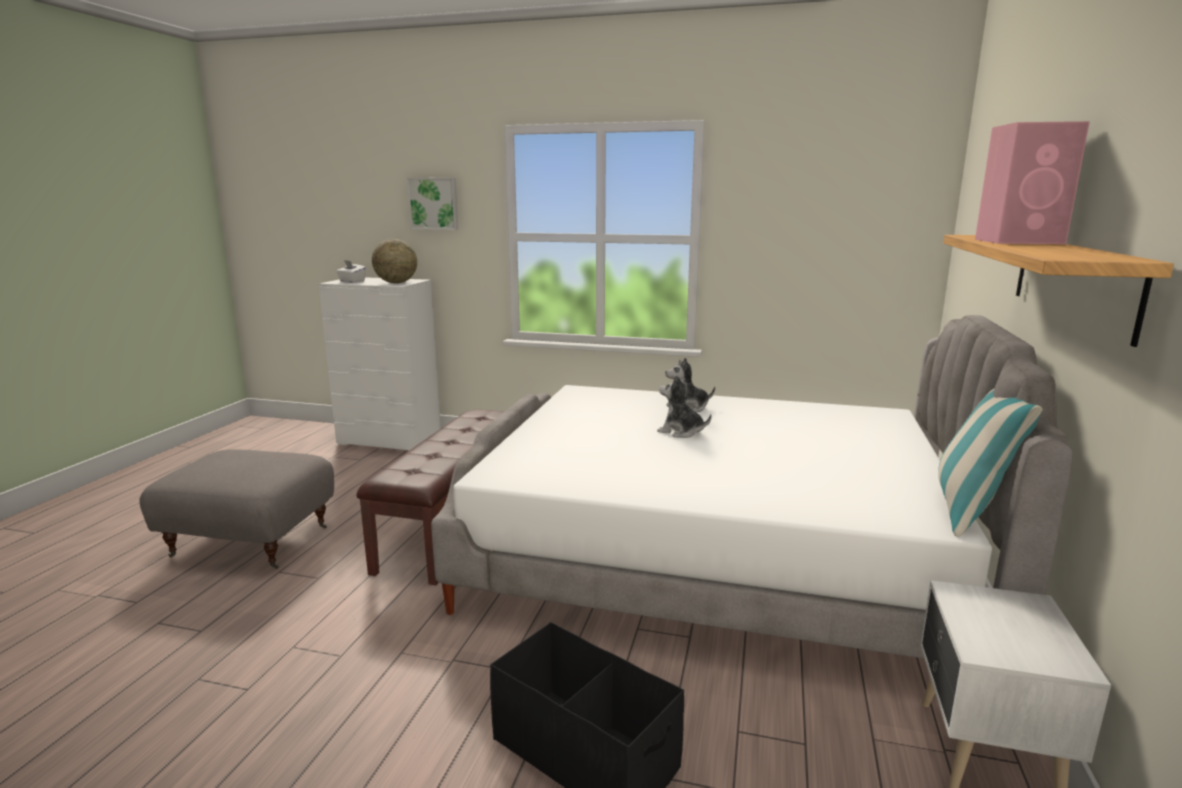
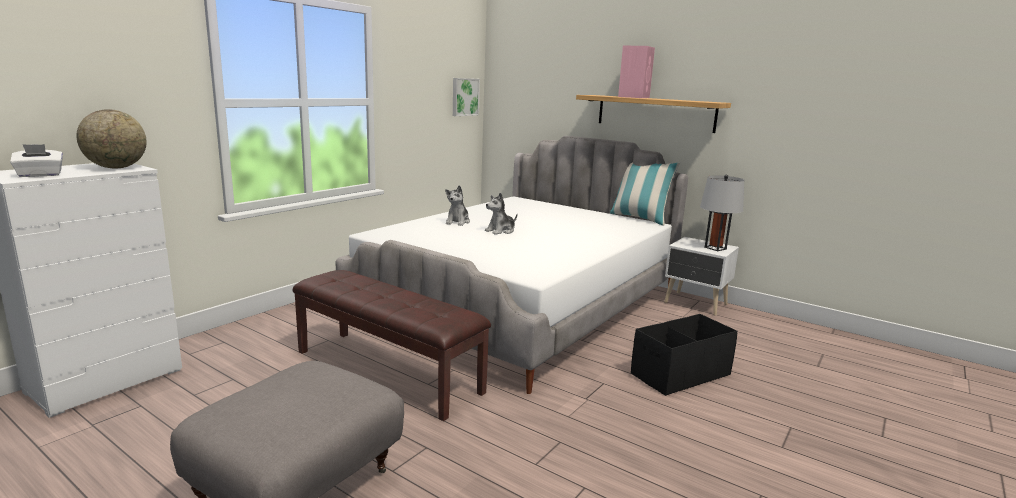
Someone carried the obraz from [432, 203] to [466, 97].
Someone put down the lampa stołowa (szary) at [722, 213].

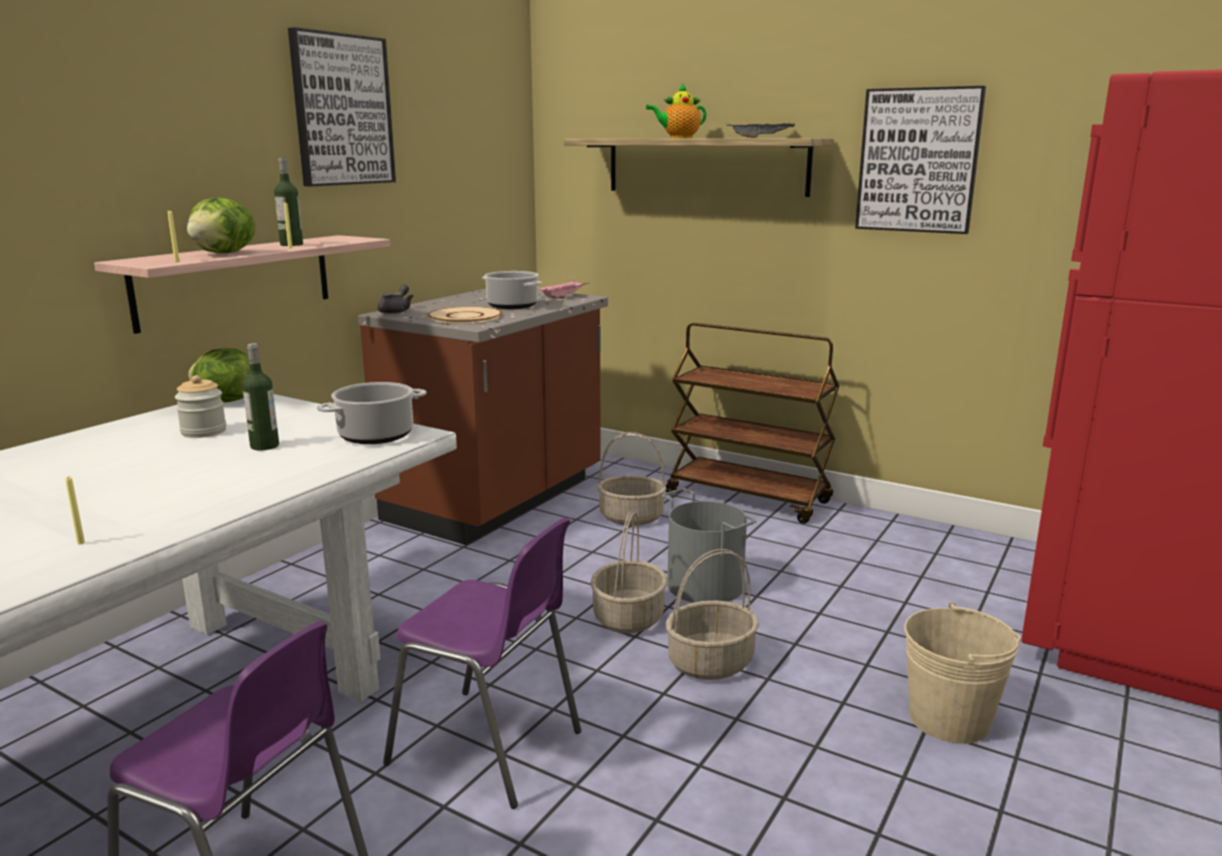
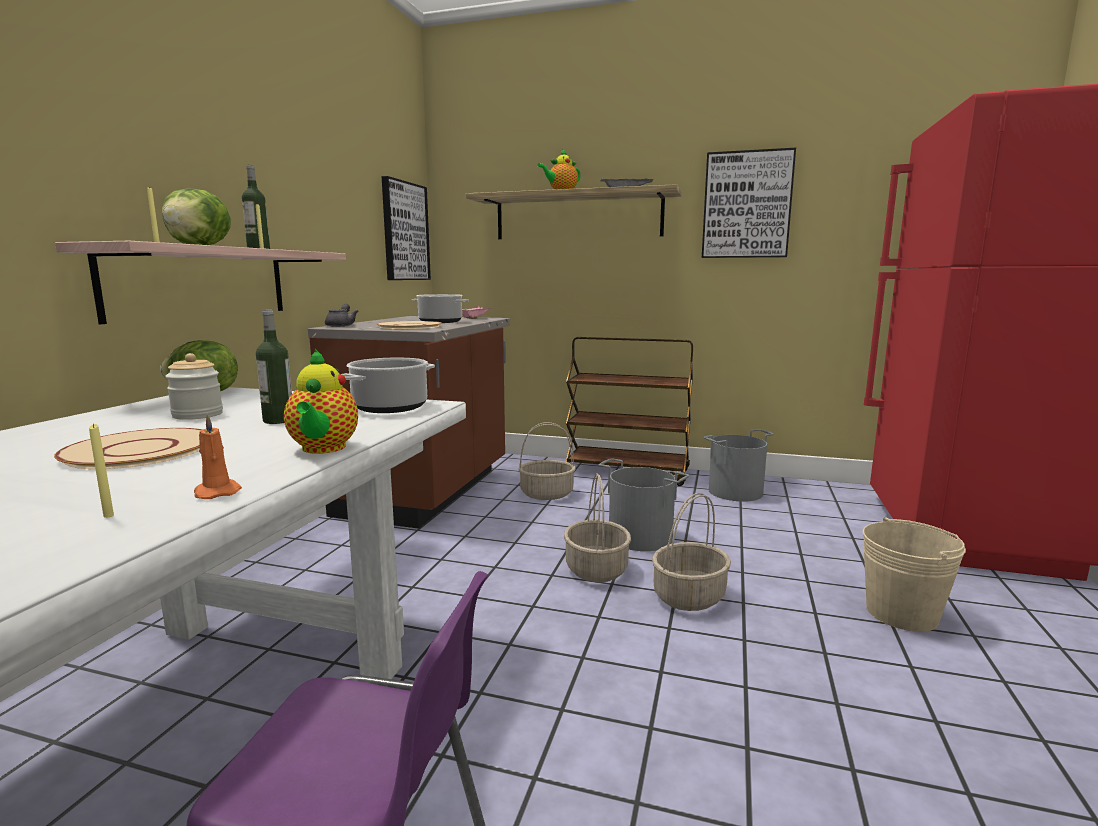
Someone put down the talerz (beżowy) at [128, 448].
Someone put down the świeca (pomarańczowy) at [218, 456].
Someone put down the imbryk at [321, 401].
Someone carried the obraz from [342, 107] to [406, 228].
Someone put down the wiadro (szary) at [739, 465].
Someone took away the krzesło (fioletowy) at [482, 663].

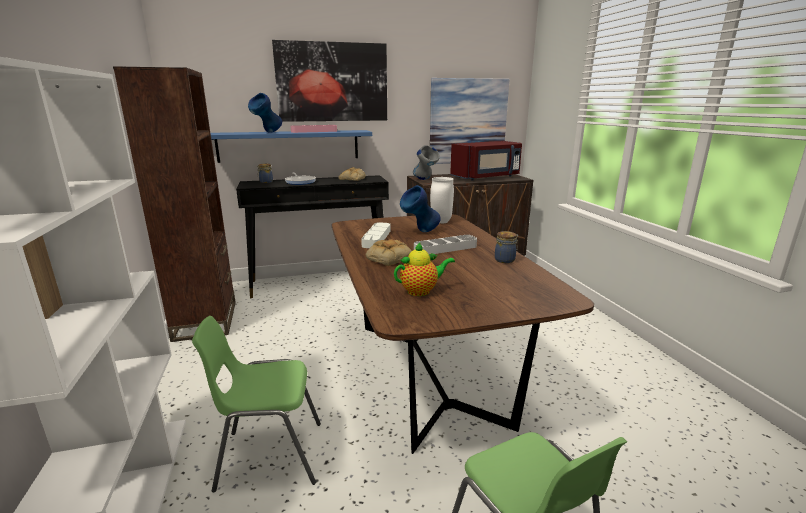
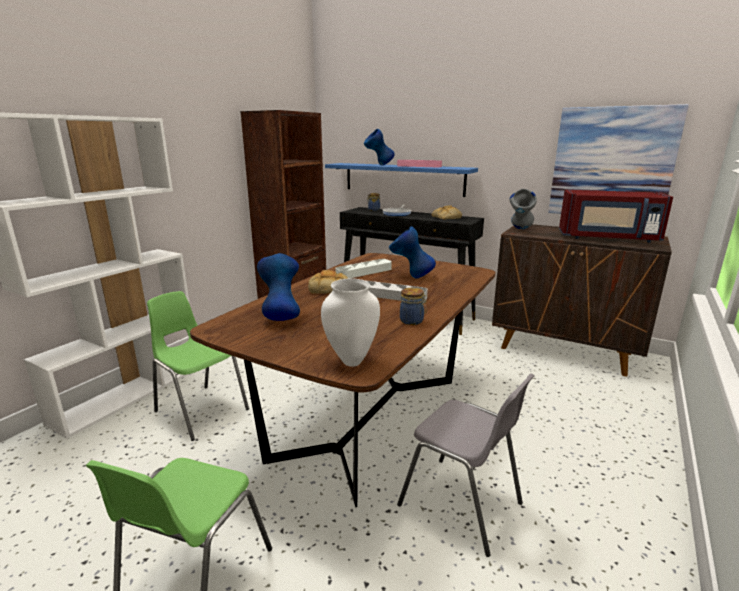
Someone swapped the imbryk at [424, 269] for the wazon (niebieski) at [278, 287].
Someone carried the wazon (biały) from [442, 200] to [350, 323].
Someone put down the krzesło (szary) at [466, 465].
Someone took away the obraz at [329, 81].

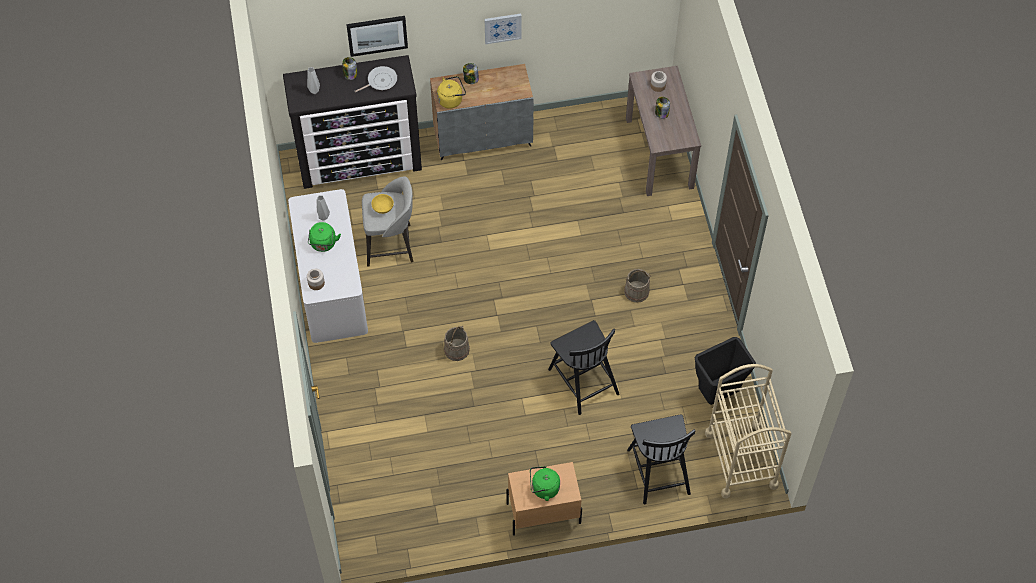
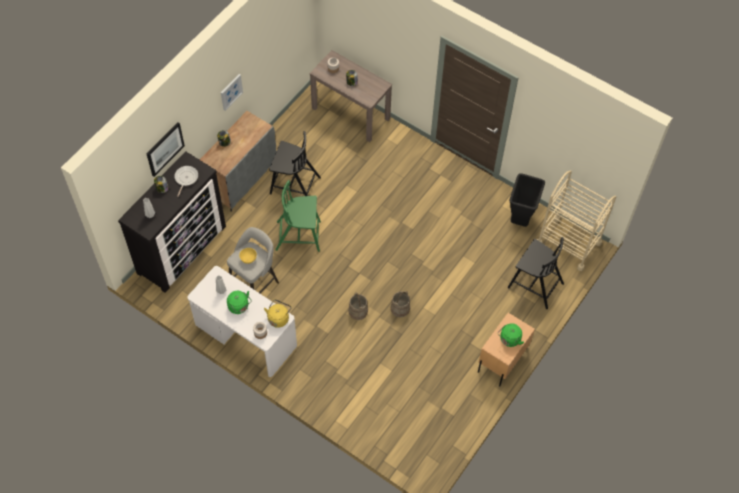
Someone carried the czajnik (żółty) from [451, 92] to [278, 313].
Someone carried the krzesło (czarny) from [583, 367] to [295, 163].
Someone put down the krzesło (zielony) at [298, 216].
Someone carried the wiadro (beżowy) from [638, 286] to [400, 304].

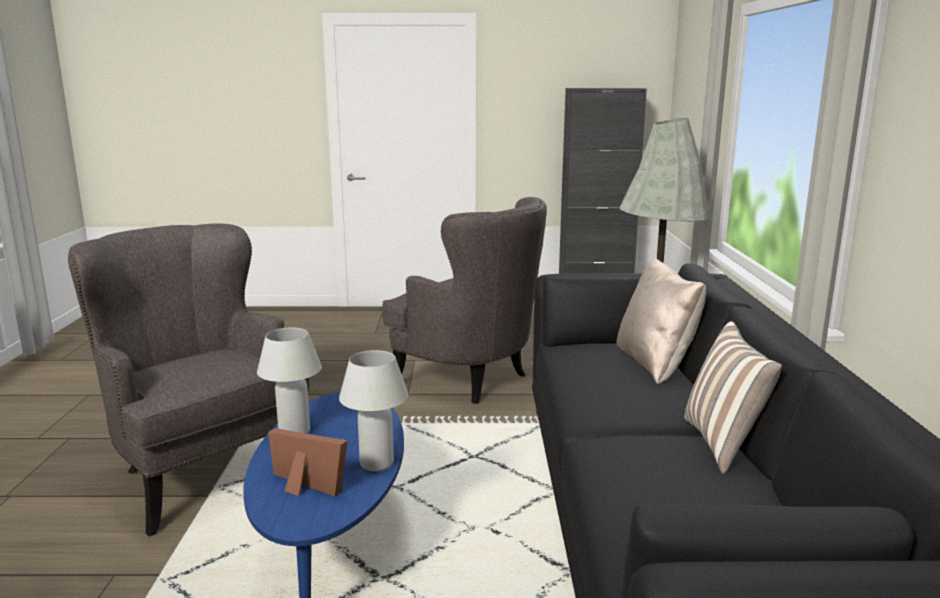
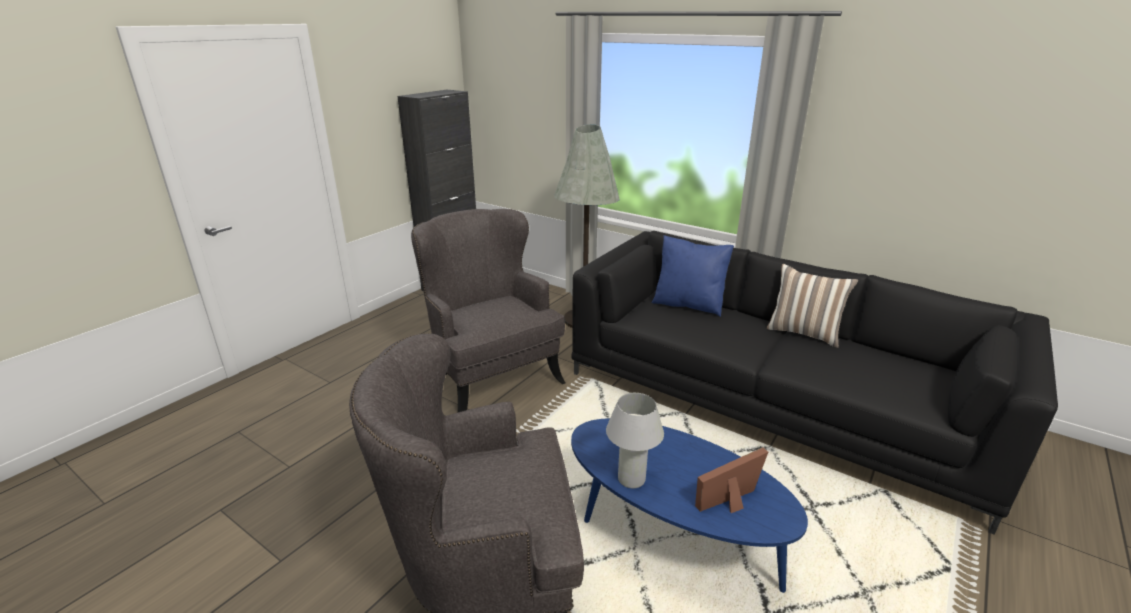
Someone rotated the fotel (szary) at [464, 300] by 105 degrees counterclockwise.
Someone repainted the poduszka (beżowy) at [661, 321], which became the poduszka (niebieski) at [693, 276].
Someone took away the lampa stołowa (biały) at [374, 410].

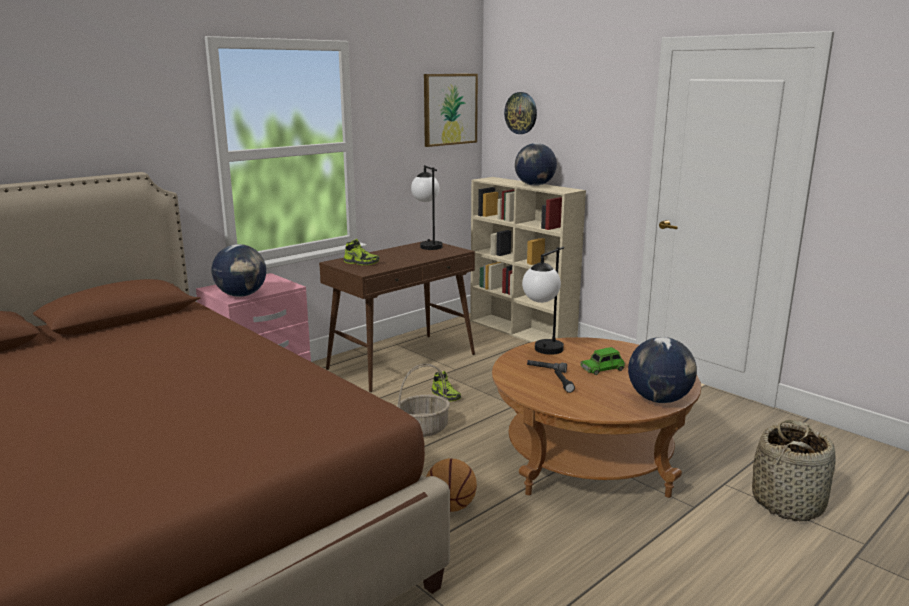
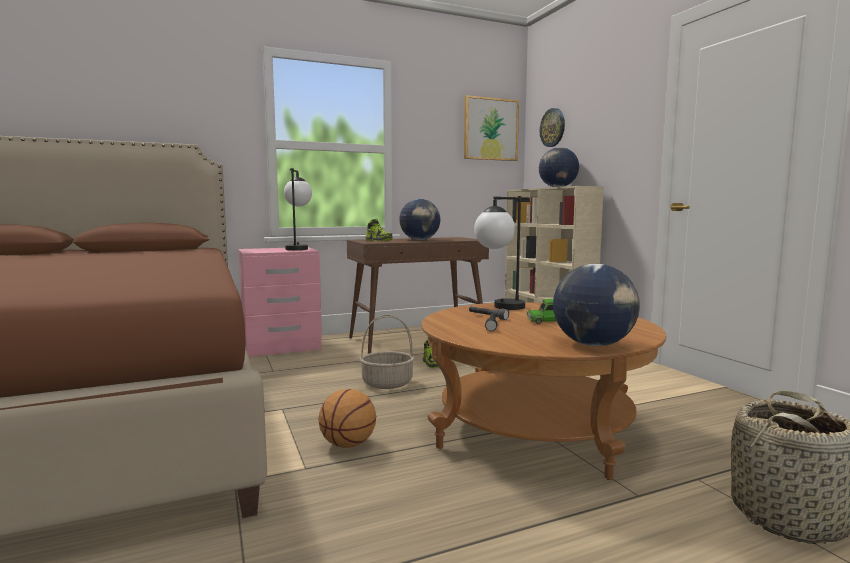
Someone carried the lampa stołowa from [426, 207] to [298, 209].
Someone carried the globus from [239, 270] to [419, 219].

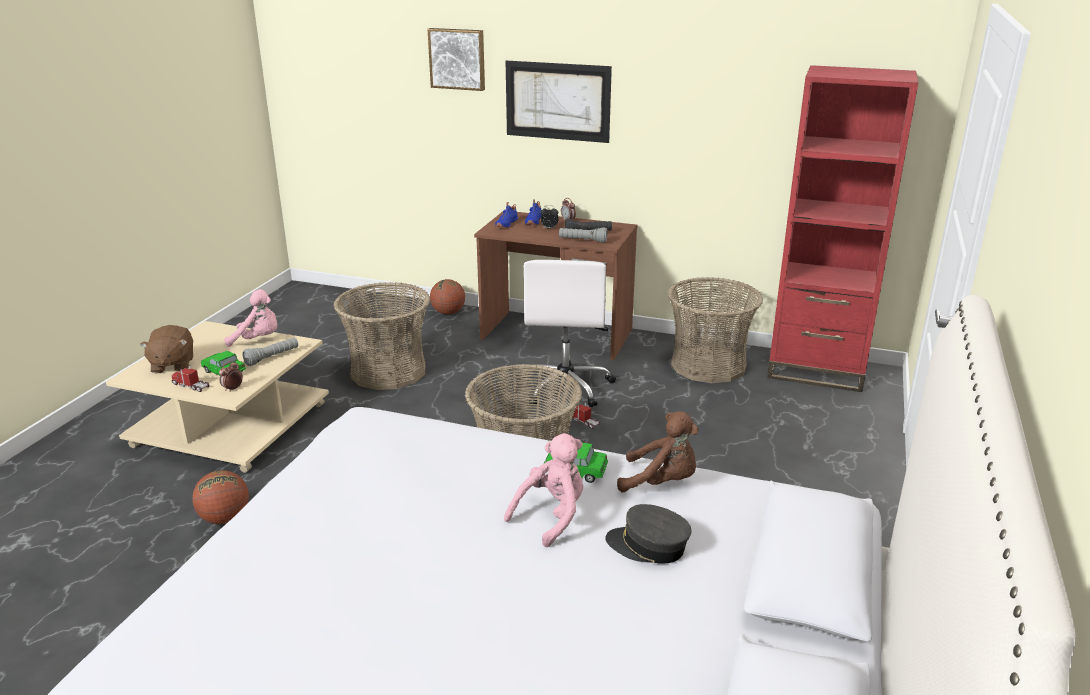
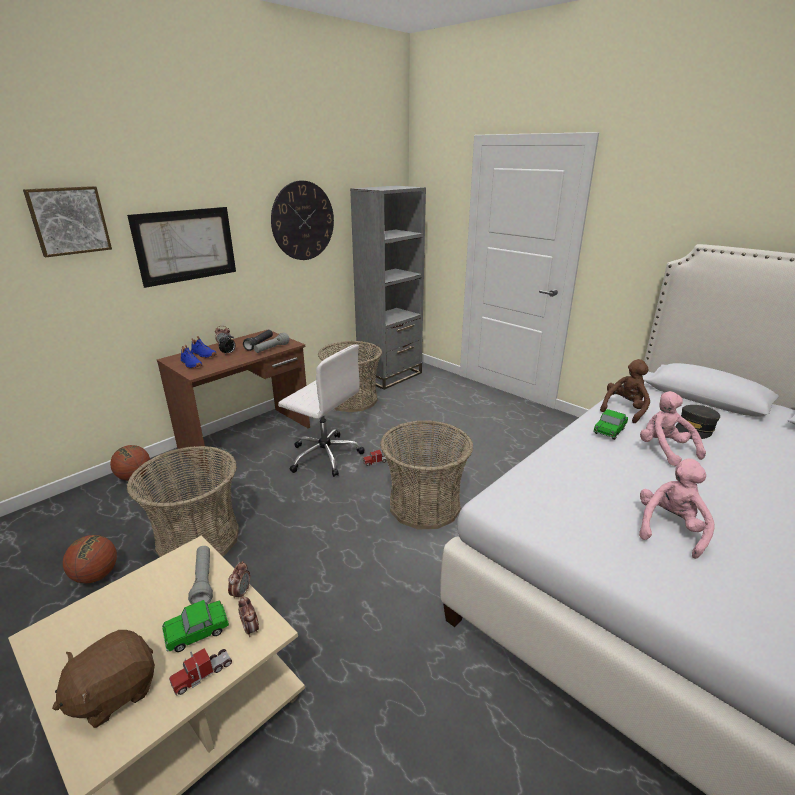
Someone rotated the pluszak (brązowy) at [166, 349] by 120 degrees clockwise.
Someone carried the piłka do koszykówki from [220, 497] to [90, 559].
Someone put down the budzik at [239, 580].
Someone put up the zegar ścienny at [302, 220].
Someone repainted the regał (czerwony) at [842, 228], which became the regał (szary) at [388, 288].
Someone carried the pluszak (różowy) from [250, 318] to [677, 508].

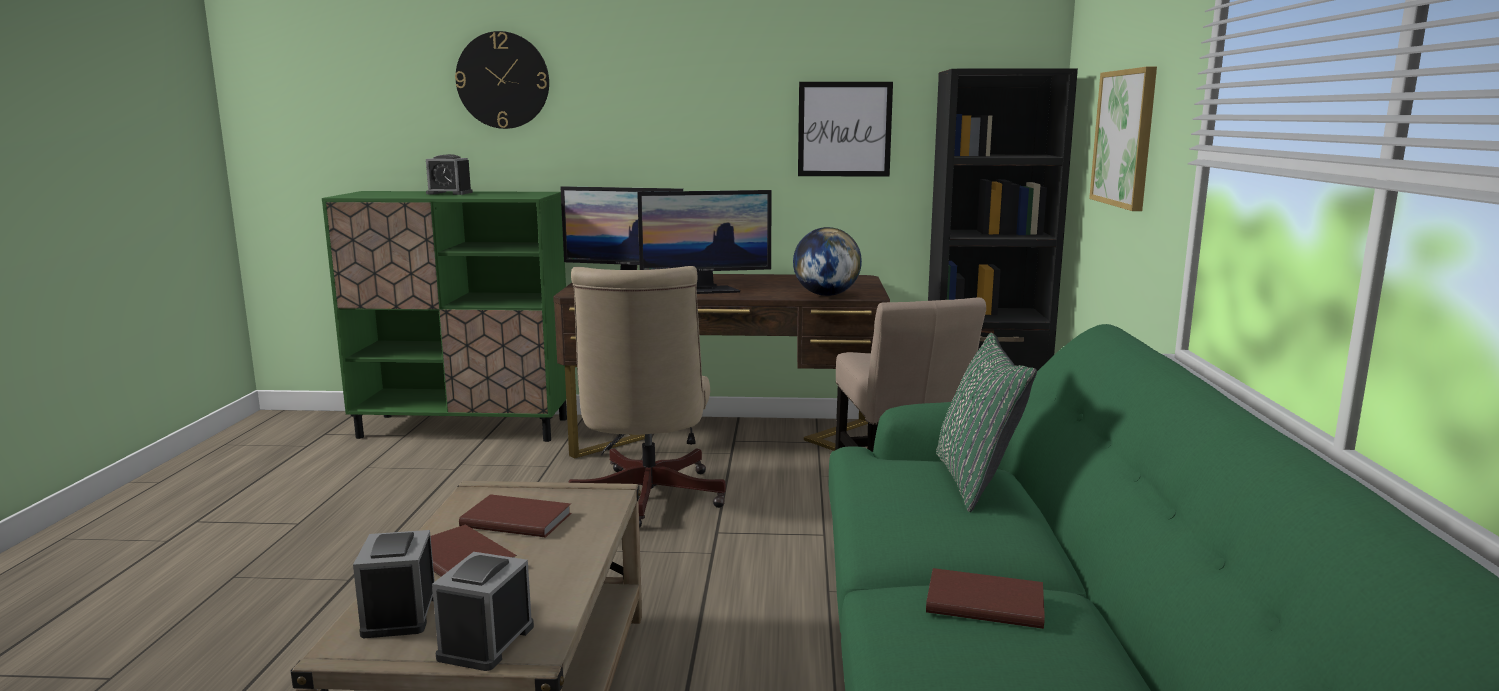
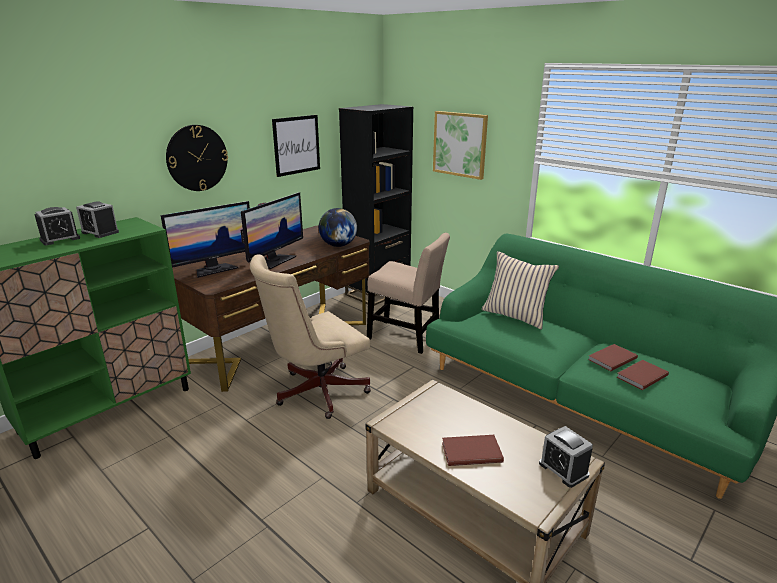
Someone carried the budzik from [394, 584] to [97, 219].
Someone carried the zegar ścienny from [502, 80] to [197, 158].
Someone rotated the krzesło biurowe (beżowy) at [647, 397] by 105 degrees clockwise.
Someone repainted the poduszka (zielony) at [986, 422], which became the poduszka (beżowy) at [520, 290].
Someone carried the książka (brązowy) from [515, 516] to [643, 375].

